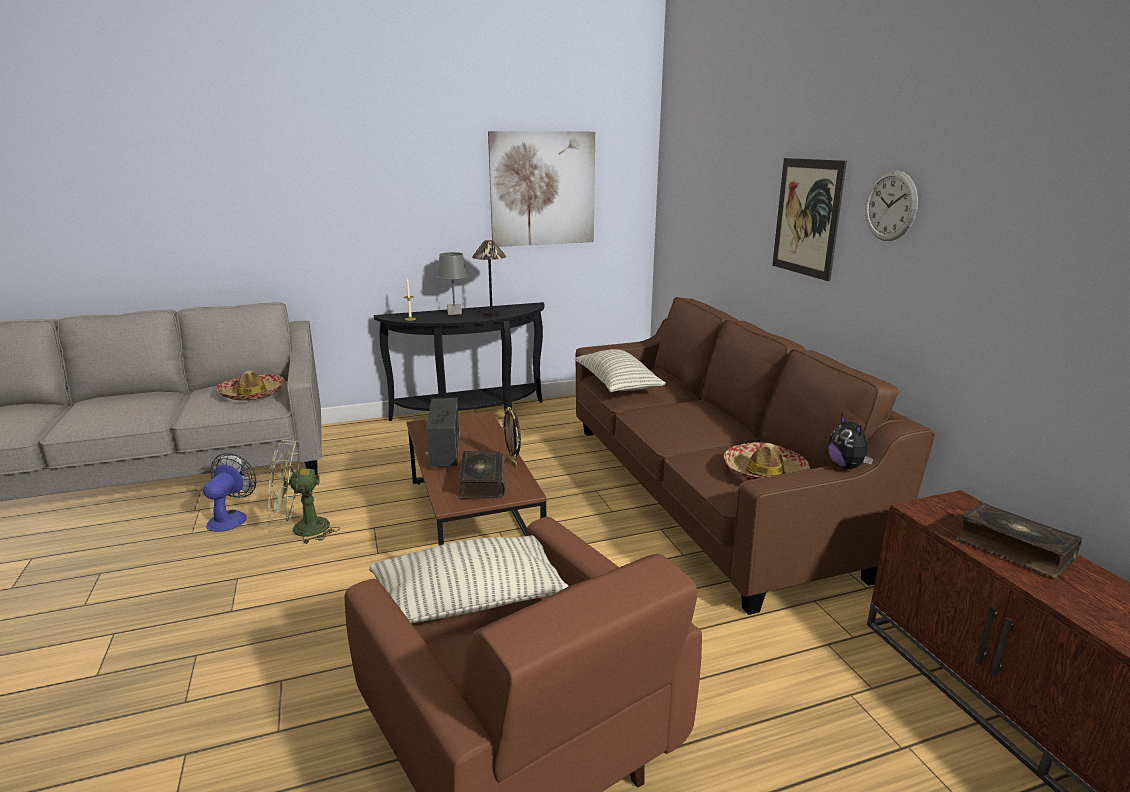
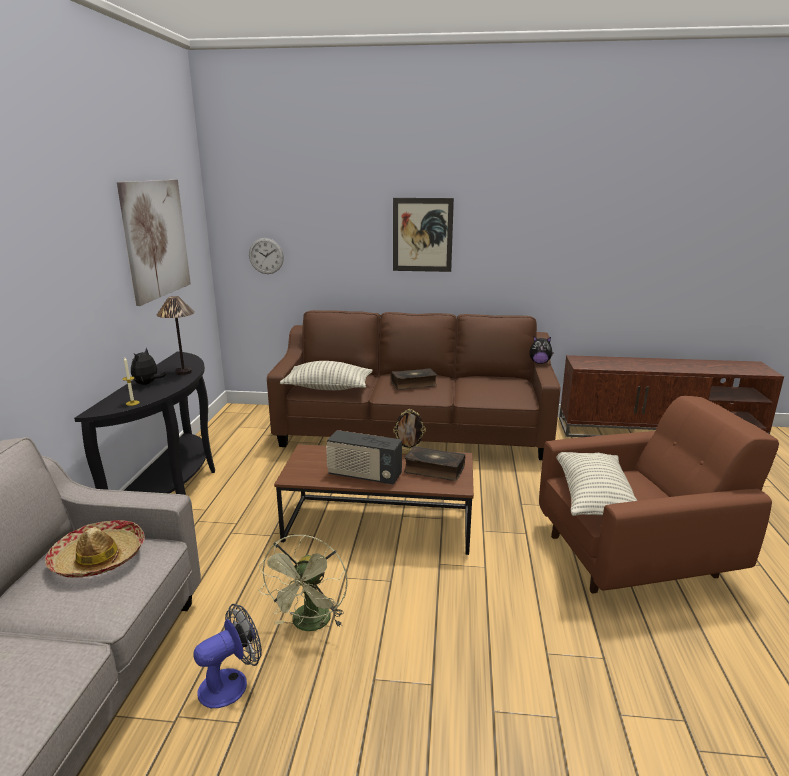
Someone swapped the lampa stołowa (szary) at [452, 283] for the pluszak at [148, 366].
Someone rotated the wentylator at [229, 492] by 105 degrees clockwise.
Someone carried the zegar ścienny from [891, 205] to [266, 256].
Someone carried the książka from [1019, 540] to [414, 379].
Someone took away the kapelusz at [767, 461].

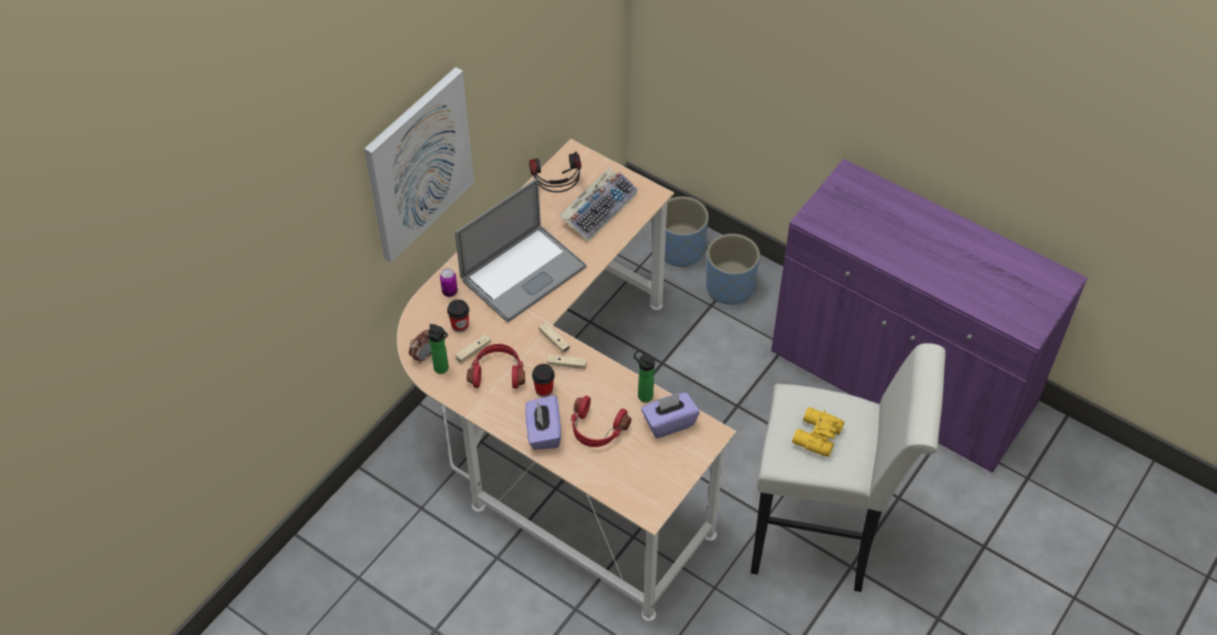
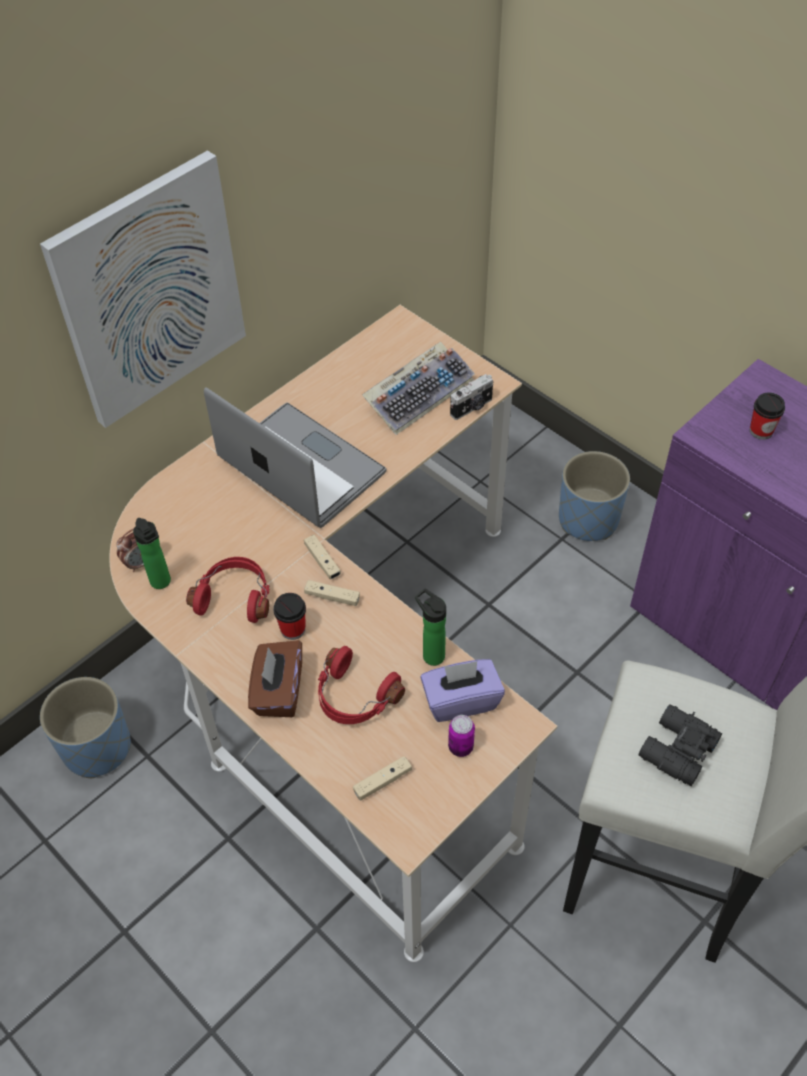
Someone carried the donica (niebieski) from [687, 232] to [85, 727].
Someone rotated the laptop at [520, 250] by 105 degrees counterclockwise.
Someone repainted the pudełko chusteczek (fioletowy) at [543, 422], which became the pudełko chusteczek (brązowy) at [275, 678].
Someone carried the pad do gier (beżowy) from [473, 348] to [382, 778].
Someone carried the puszka from [449, 282] to [461, 736].
Someone put down the aparat fotograficzny at [471, 397].
Someone repainted the lornetka (żółty) at [818, 432], which became the lornetka (czarny) at [680, 745].
Someone carried the filiżanka from [458, 315] to [767, 416].
Someone took away the słuchawki at [555, 172].

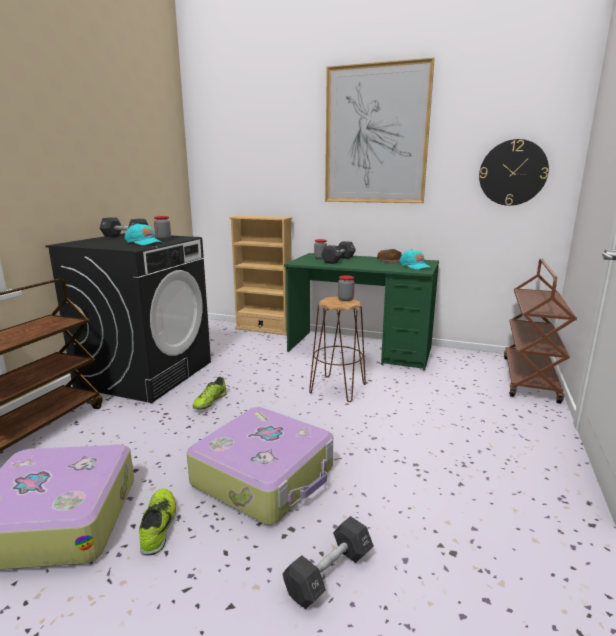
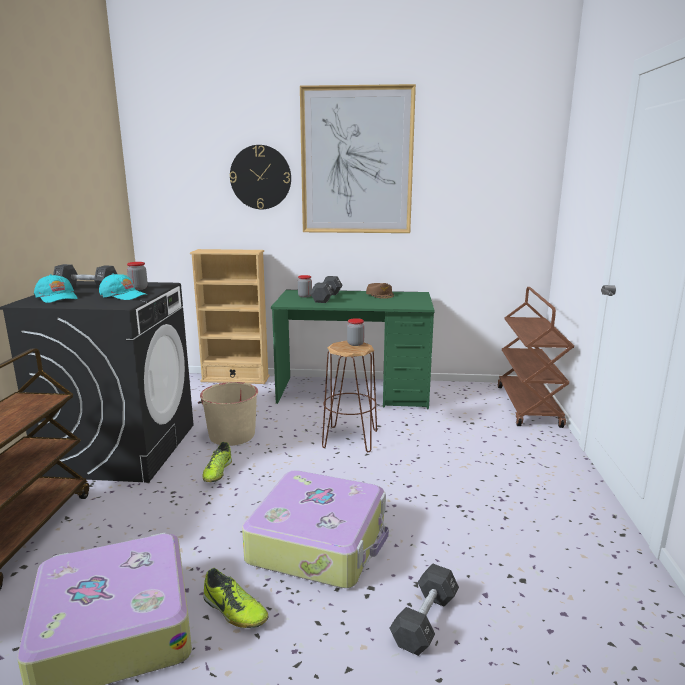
Someone carried the czapka z daszkiem (turkusowy) from [415, 259] to [56, 288].
Someone put down the wiadro (beżowy) at [228, 414].
Someone rotated the but at [157, 521] by 150 degrees clockwise.
Someone carried the zegar ścienny from [514, 172] to [260, 177].

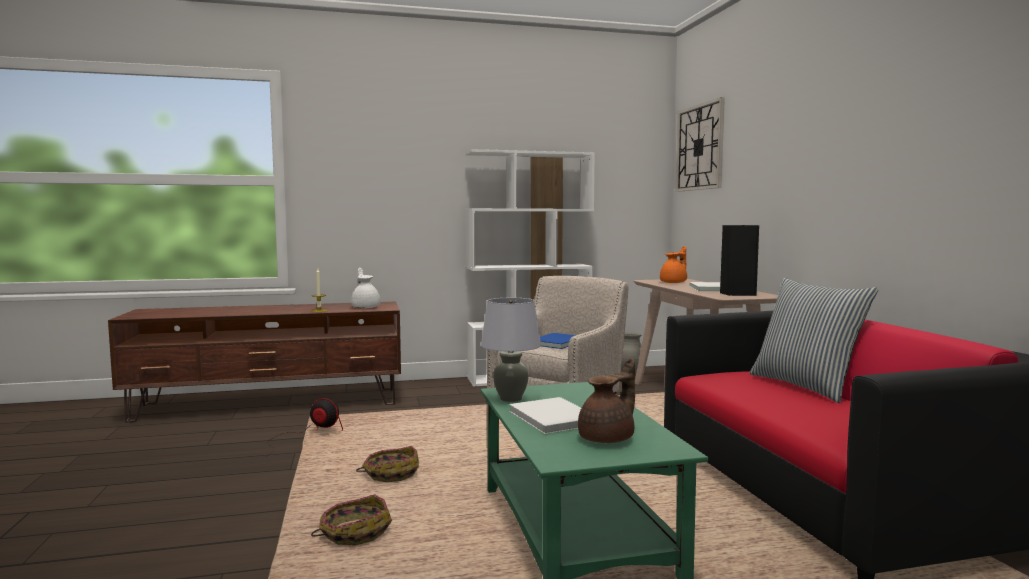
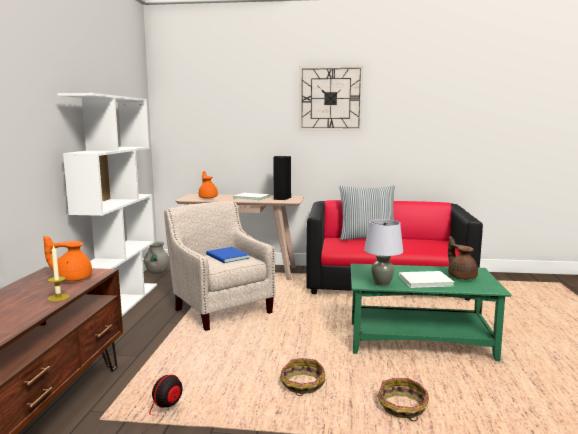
Someone repainted the imbryk (biały) at [366, 288], which became the imbryk (pomarańczowy) at [67, 258].
Someone carried the zegar ścienny from [700, 144] to [331, 98].

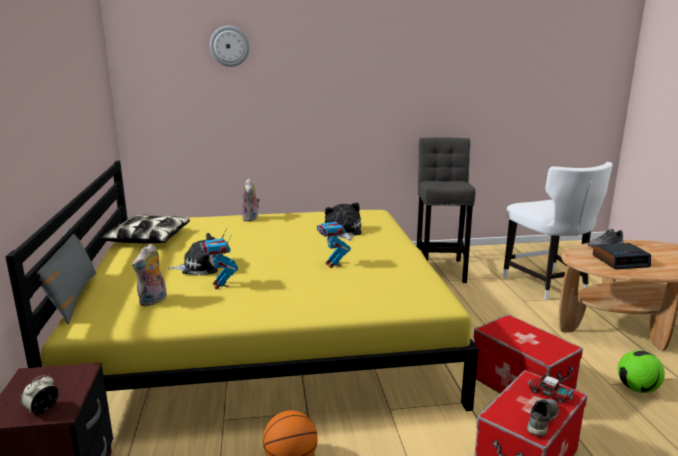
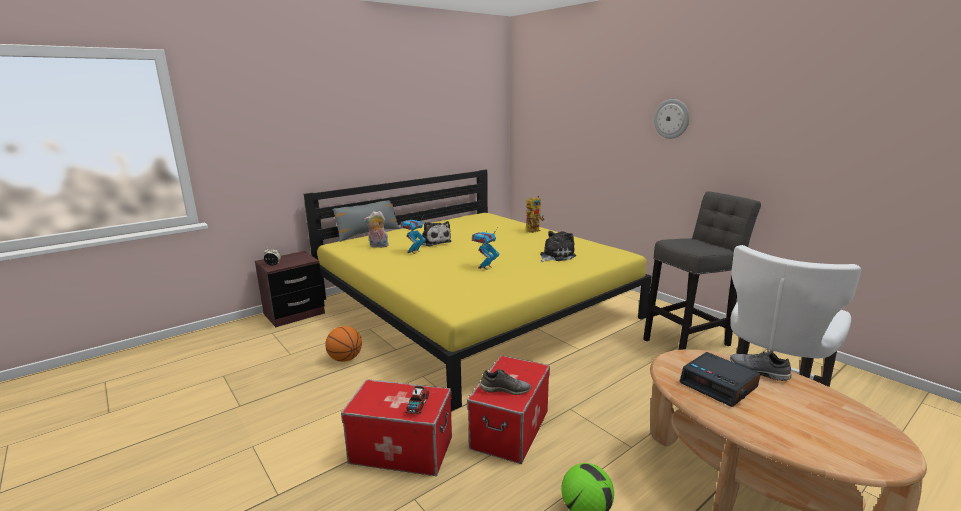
Someone carried the but (szary) from [543, 418] to [505, 382].
Someone swapped the pluszak at [251, 200] for the robot zabawkowy at [535, 214].
Someone carried the zegar ścienny from [230, 46] to [671, 119].
Someone took away the poduszka at [145, 229].

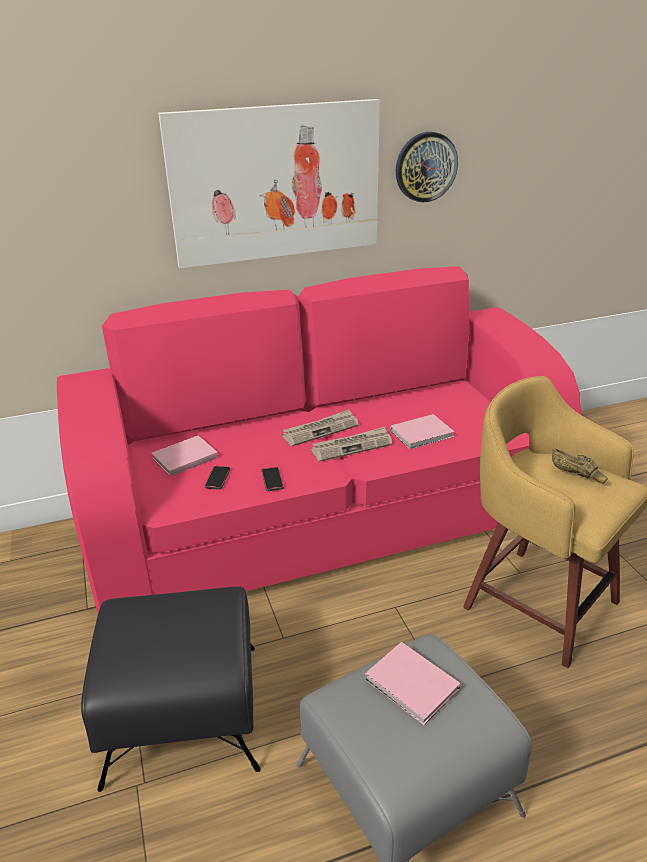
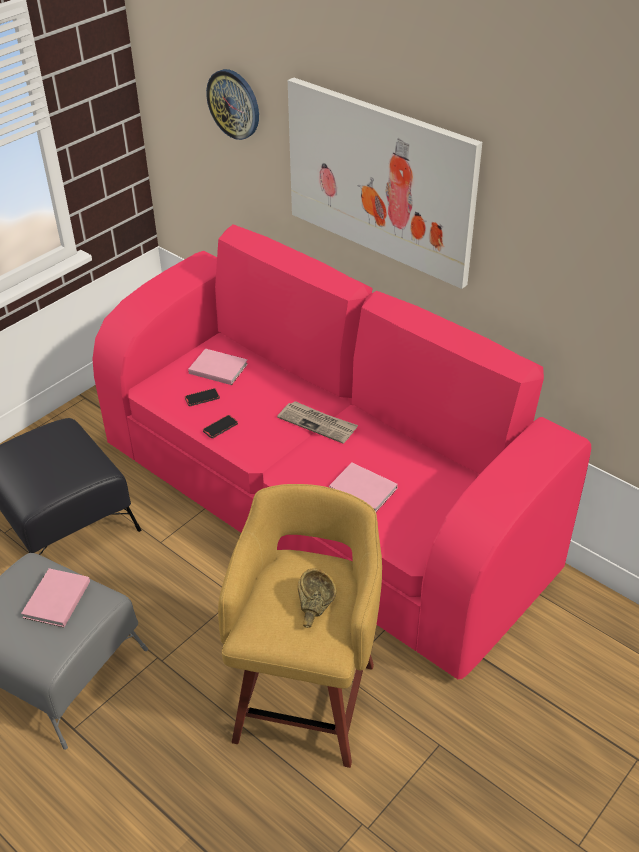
Someone carried the zegar ścienny from [427, 167] to [232, 104].
Someone took away the gazeta at [351, 444].

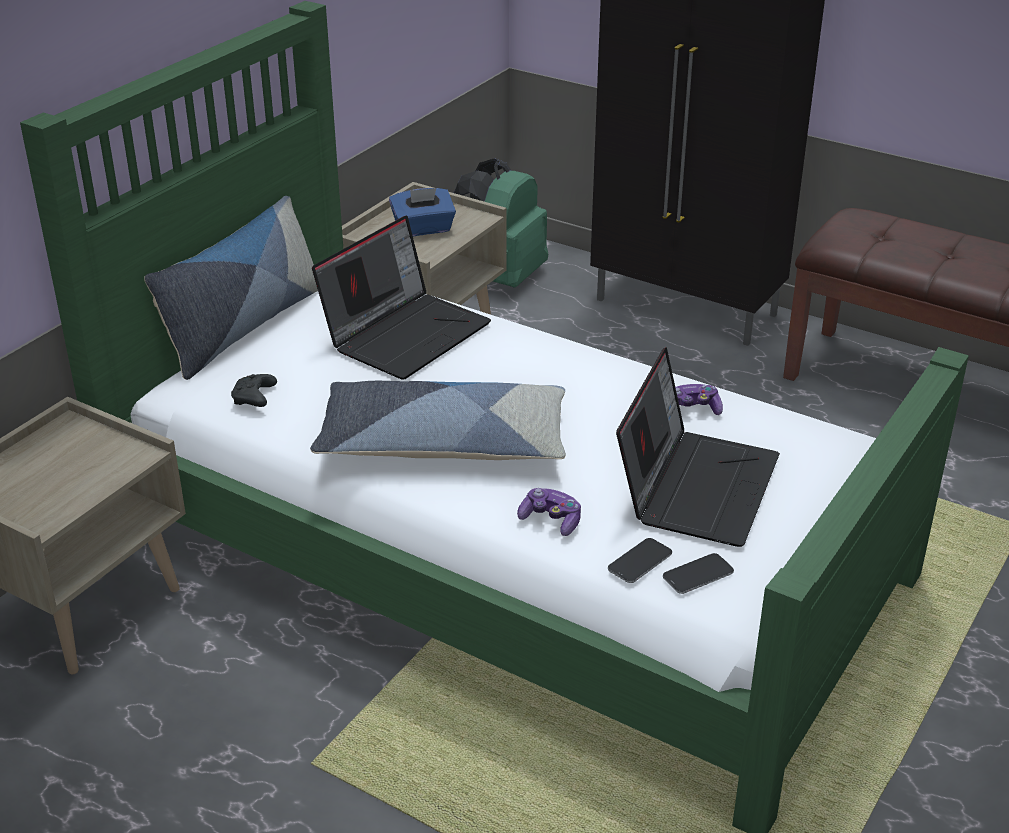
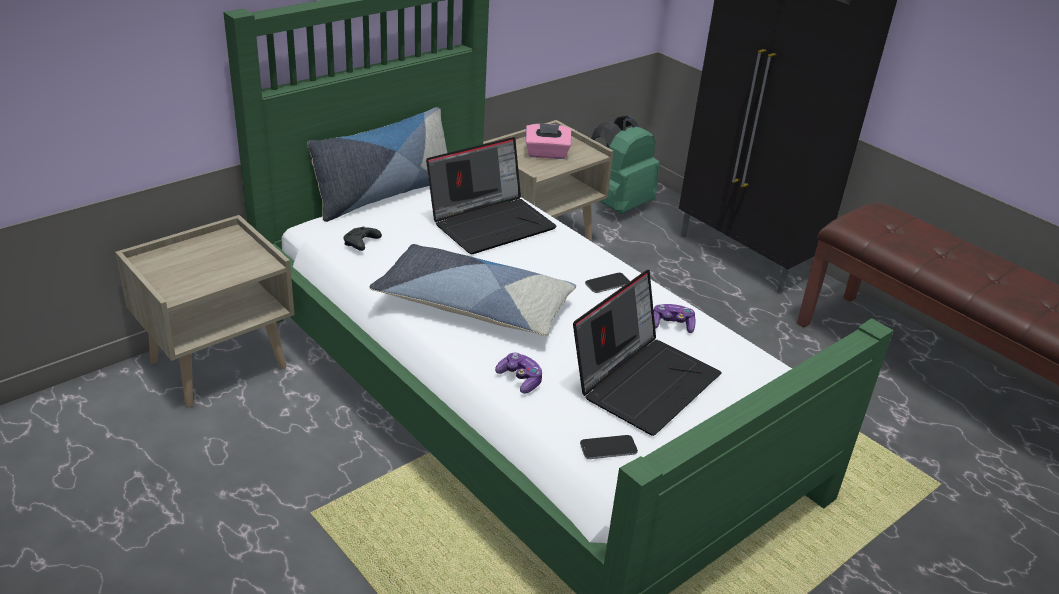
Someone repainted the pudełko chusteczek (niebieski) at [422, 212], which became the pudełko chusteczek (różowy) at [548, 141].
Someone carried the telefon from [640, 560] to [607, 283].

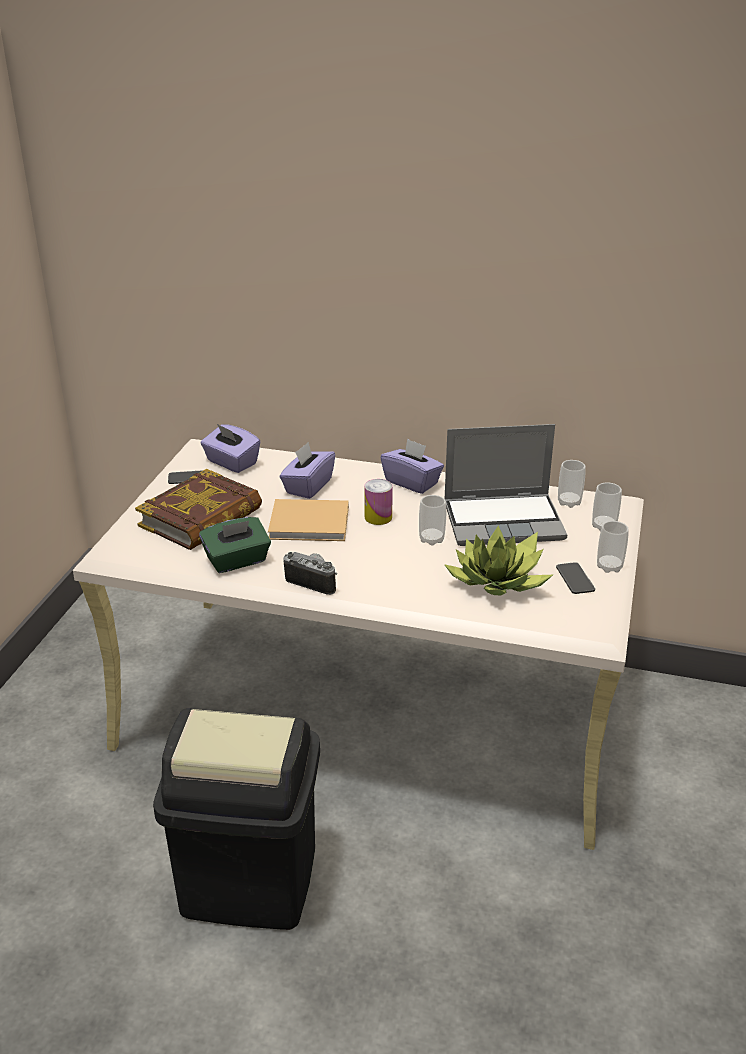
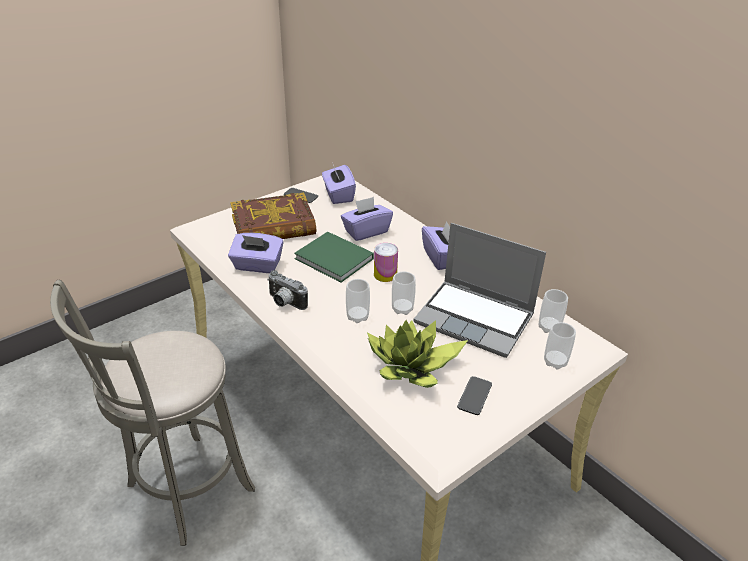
Someone swapped the kosz na śmieci (czarny) at [236, 819] for the stołek (szary) at [152, 413].
Someone repainted the pudełko chusteczek (zielony) at [235, 545], which became the pudełko chusteczek (fioletowy) at [256, 253].
Someone rotated the aparat fotograficzny at [310, 573] by 150 degrees clockwise.
Someone repainted the książka (beżowy) at [308, 520], which became the książka (zielony) at [334, 257].
Someone carried the filiżanka from [613, 547] to [358, 301].

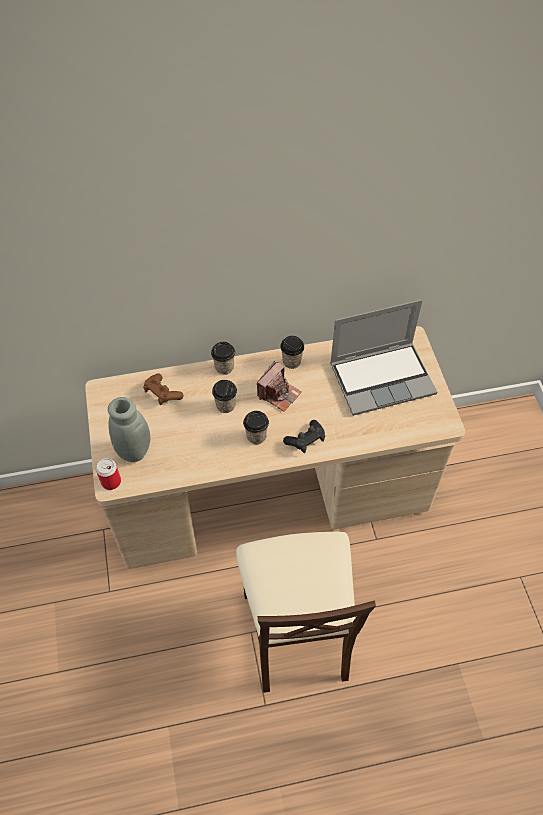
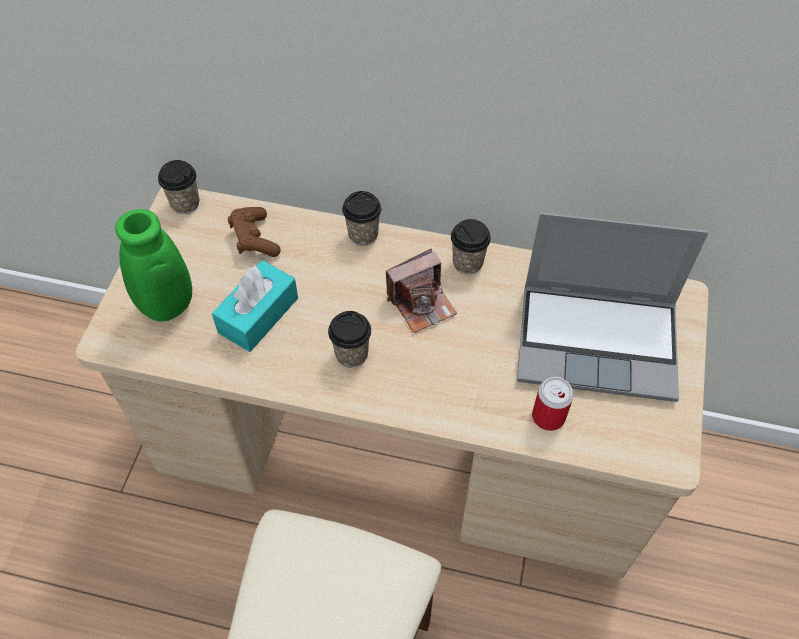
Someone repainted the wazon (szary) at [129, 429], which became the wazon (zielony) at [153, 265].
Someone carried the filiżanka from [224, 396] to [178, 187].
Someone put down the pudełko chusteczek (turkusowy) at [255, 306].
Someone carried the puszka from [108, 474] to [553, 404].
Someone took away the pad do gier (czarny) at [304, 436].

